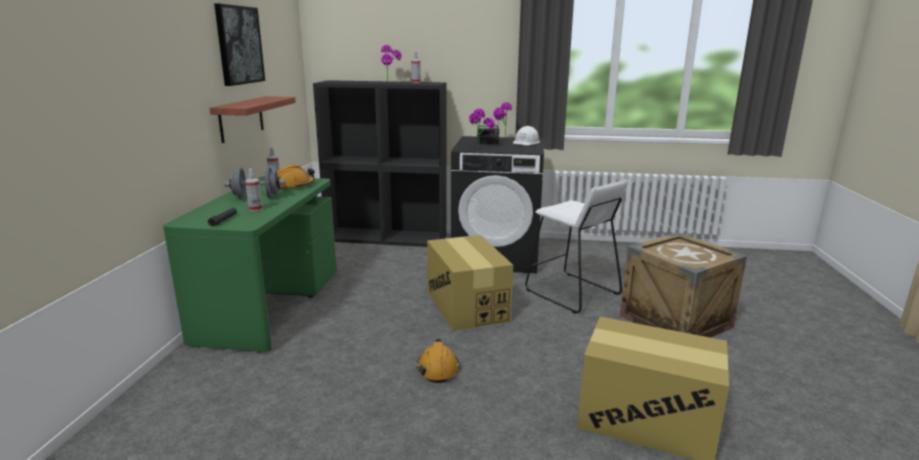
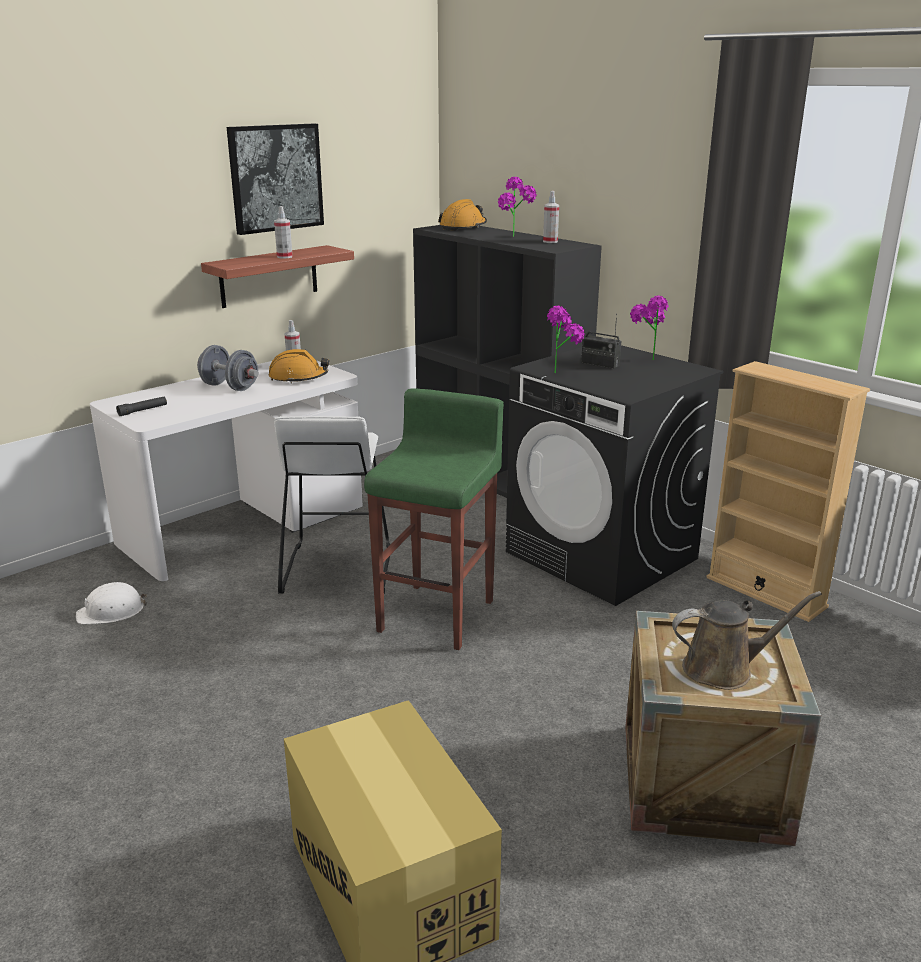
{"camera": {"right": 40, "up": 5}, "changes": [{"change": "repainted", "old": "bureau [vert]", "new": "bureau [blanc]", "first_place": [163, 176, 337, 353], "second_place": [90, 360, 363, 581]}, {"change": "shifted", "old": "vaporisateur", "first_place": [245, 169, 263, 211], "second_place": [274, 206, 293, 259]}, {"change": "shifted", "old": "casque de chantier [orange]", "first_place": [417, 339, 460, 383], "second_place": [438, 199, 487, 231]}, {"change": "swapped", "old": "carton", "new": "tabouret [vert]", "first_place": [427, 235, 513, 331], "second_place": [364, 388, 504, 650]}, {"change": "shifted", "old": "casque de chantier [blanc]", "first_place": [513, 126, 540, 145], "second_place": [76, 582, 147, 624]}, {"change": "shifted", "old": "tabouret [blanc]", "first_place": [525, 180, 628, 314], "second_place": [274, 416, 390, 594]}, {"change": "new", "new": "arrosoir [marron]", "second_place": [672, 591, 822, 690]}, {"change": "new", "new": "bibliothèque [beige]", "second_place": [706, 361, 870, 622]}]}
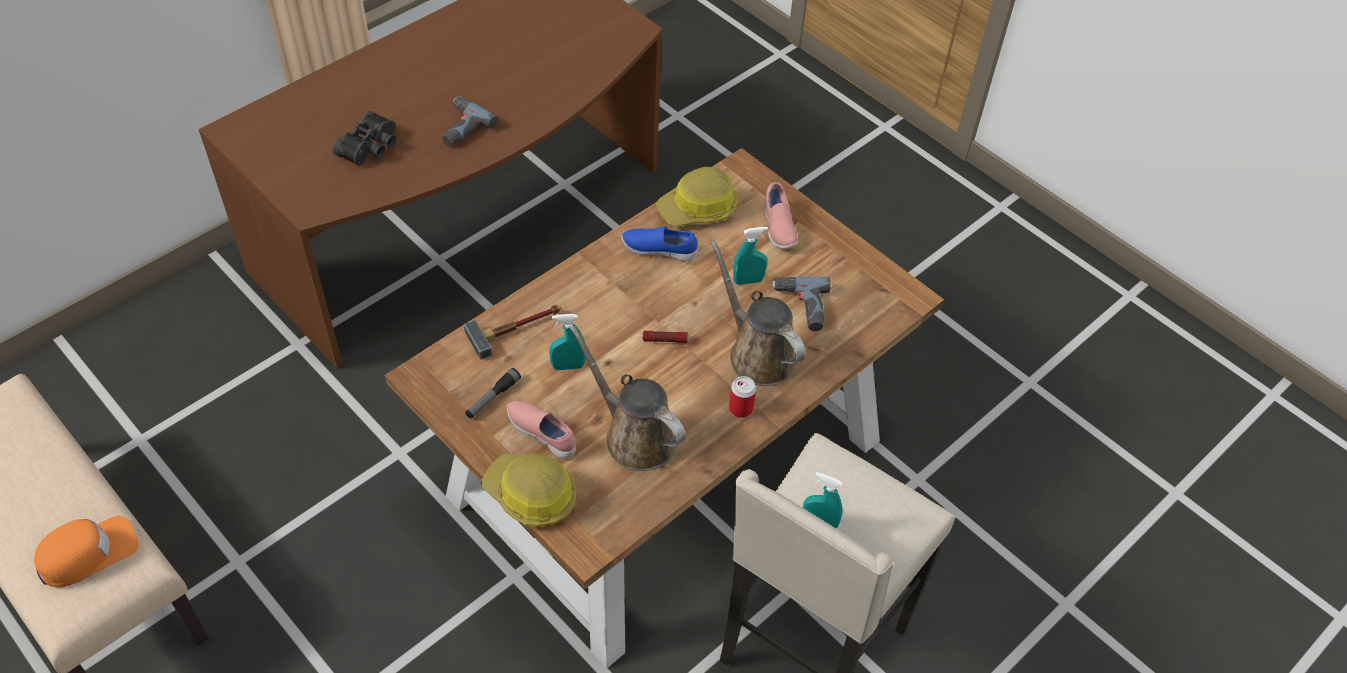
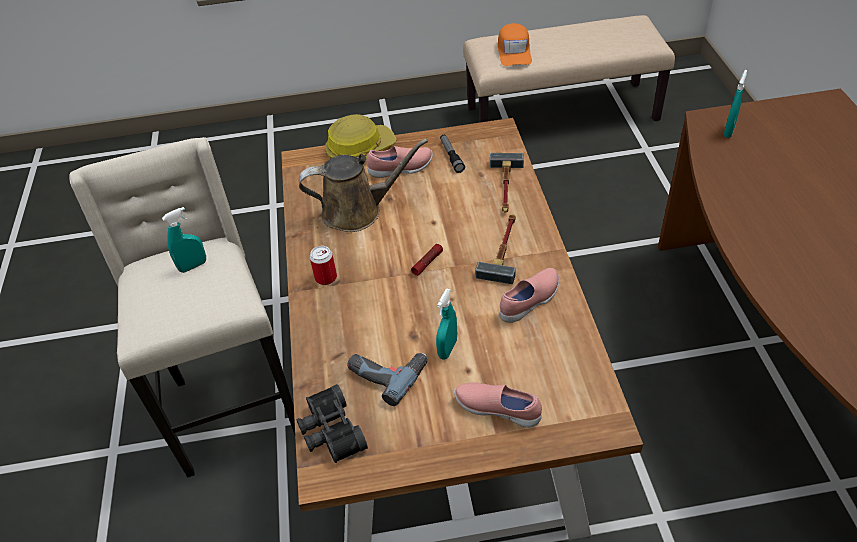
{"camera": {"right": 130, "up": -5}, "changes": [{"change": "shifted", "old": "jumelles [noir]", "first_place": [333, 111, 396, 165], "second_place": [297, 384, 368, 463]}, {"change": "gone", "old": "perceuse", "first_place": [442, 96, 498, 147]}, {"change": "shifted", "old": "vaporisateur [turquoise]", "first_place": [549, 314, 585, 370], "second_place": [723, 70, 747, 138]}, {"change": "repainted", "old": "chaussure [bleu]", "new": "chaussure [rose]", "first_place": [621, 227, 698, 261], "second_place": [500, 268, 559, 323]}, {"change": "gone", "old": "casque de chantier", "first_place": [656, 167, 738, 226]}, {"change": "gone", "old": "arrosoir [marron]", "first_place": [711, 240, 806, 386]}, {"change": "new", "new": "marteau", "second_place": [475, 214, 516, 284]}]}
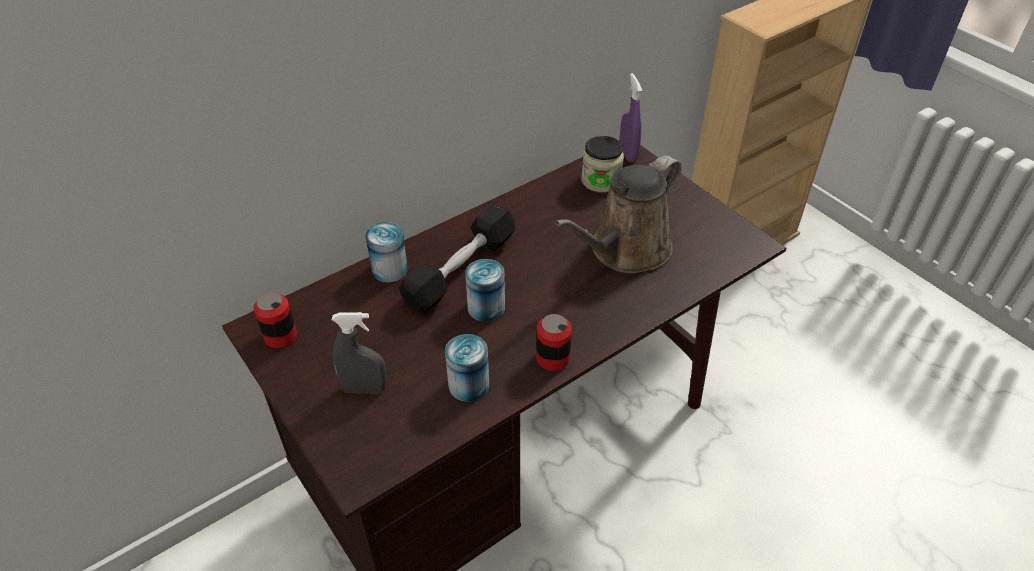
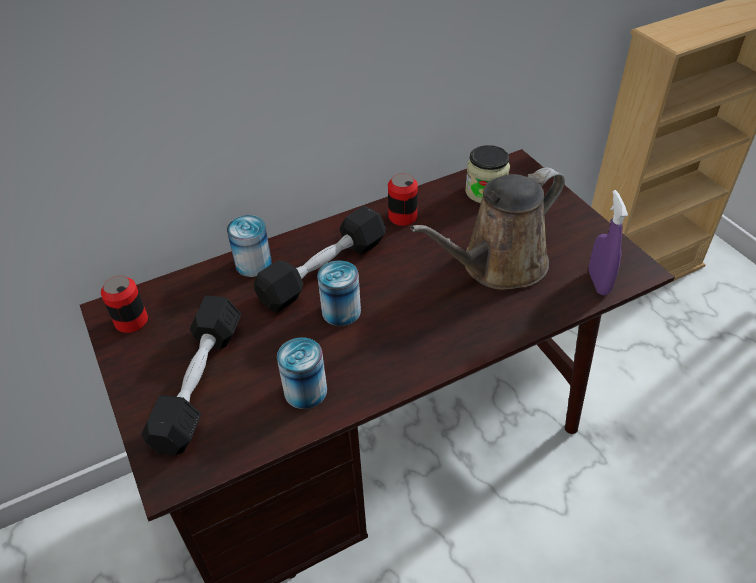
{"camera": {"right": 10, "up": 0}, "changes": [{"change": "swapped", "old": "vaporisateur [gris]", "new": "haltère [noir]", "first_place": [332, 312, 387, 393], "second_place": [142, 295, 241, 456]}, {"change": "shifted", "old": "boîte métallique", "first_place": [536, 314, 572, 371], "second_place": [388, 174, 418, 226]}, {"change": "shifted", "old": "vaporisateur [violet]", "first_place": [619, 73, 642, 163], "second_place": [589, 190, 628, 295]}]}
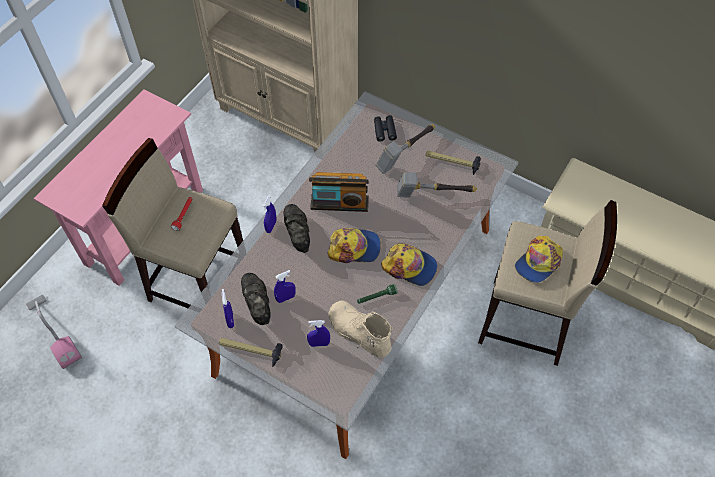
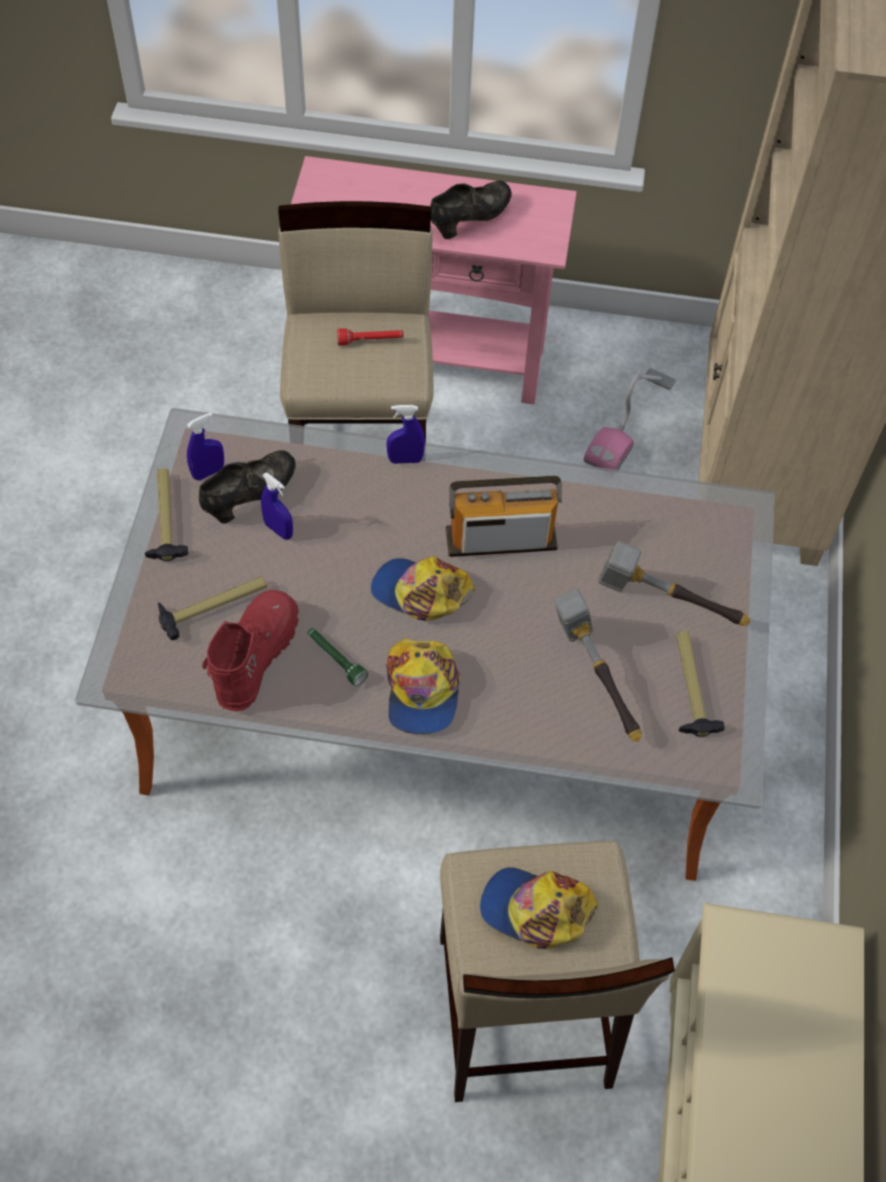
{"camera": {"right": 65, "up": 0}, "changes": [{"change": "shifted", "old": "aspirateur", "first_place": [26, 295, 82, 369], "second_place": [584, 368, 676, 470]}, {"change": "shifted", "old": "chaussure [noir]", "first_place": [284, 204, 310, 253], "second_place": [430, 181, 512, 239]}, {"change": "swapped", "old": "vaporisateur [bleu]", "new": "marteau", "first_place": [307, 320, 330, 347], "second_place": [158, 576, 267, 640]}, {"change": "rotated", "old": "radio", "first_place": [309, 172, 369, 212], "second_place": [446, 476, 562, 557], "degrees": 105}, {"change": "rotated", "old": "casquette", "first_place": [327, 228, 381, 263], "second_place": [371, 557, 475, 621], "degrees": 135}, {"change": "repainted", "old": "botte [beige]", "new": "botte [rouge]", "first_place": [329, 301, 392, 358], "second_place": [202, 590, 299, 711]}, {"change": "gone", "old": "jumelles [noir]", "first_place": [374, 115, 397, 142]}]}
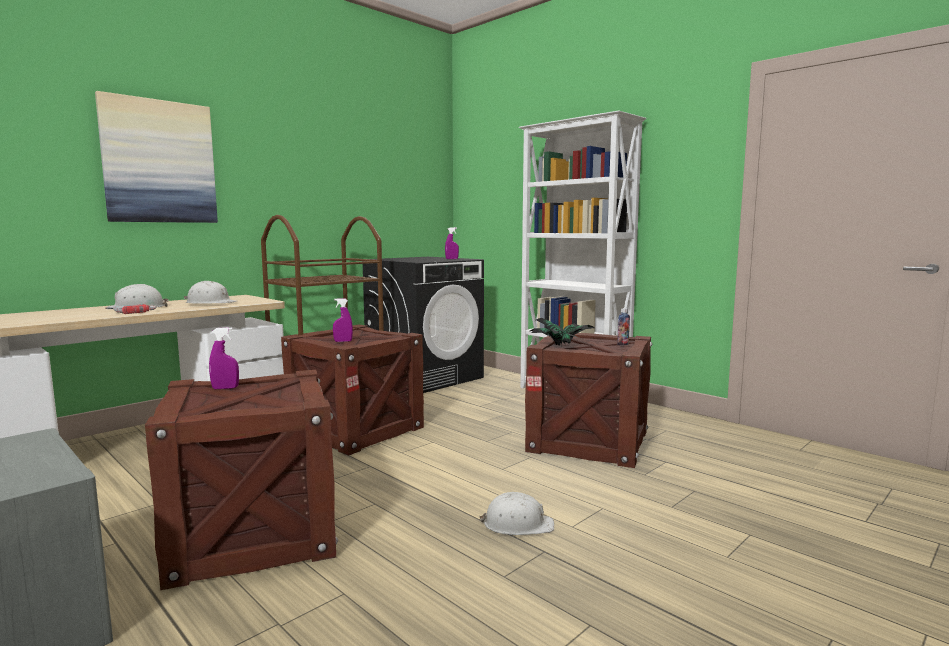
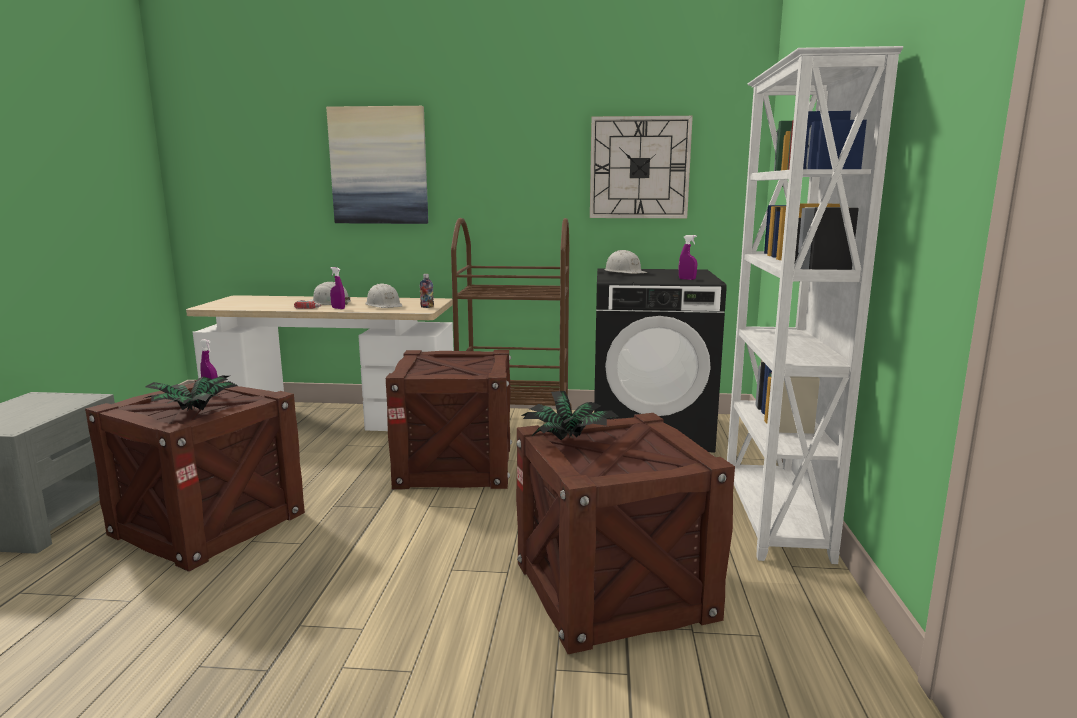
{"camera": {"right": 50, "up": 5}, "changes": [{"change": "shifted", "old": "vaporisateur [violet]", "first_place": [333, 298, 353, 342], "second_place": [330, 267, 345, 309]}, {"change": "shifted", "old": "casque de chantier [blanc]", "first_place": [480, 492, 554, 535], "second_place": [604, 250, 647, 274]}, {"change": "shifted", "old": "bouteille", "first_place": [617, 308, 630, 345], "second_place": [420, 274, 434, 308]}, {"change": "new", "new": "plante en pot", "second_place": [145, 376, 238, 410]}, {"change": "new", "new": "horloge murale", "second_place": [590, 116, 693, 218]}]}
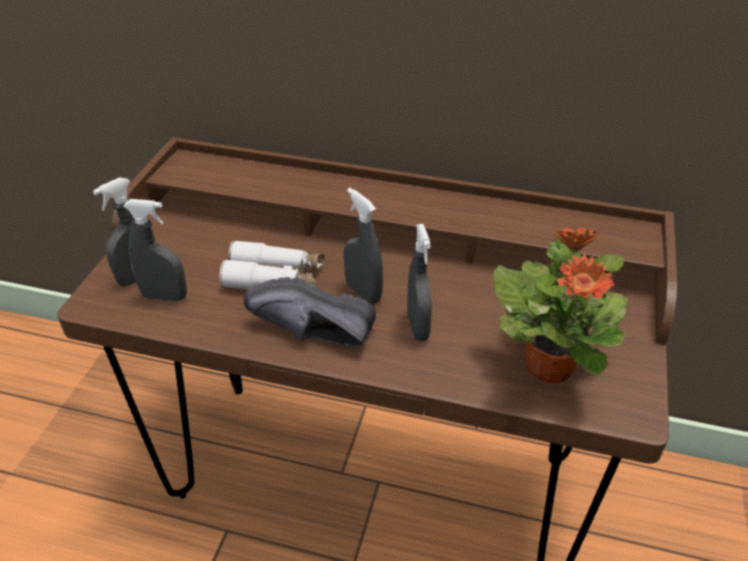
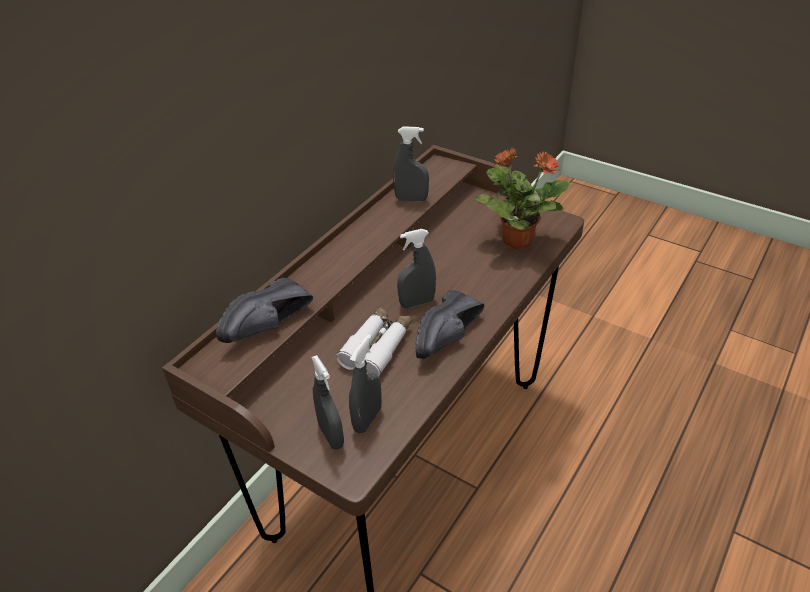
{"camera": {"right": -70, "up": 0}, "changes": [{"change": "shifted", "old": "vaporisateur [gris]", "first_place": [407, 224, 432, 341], "second_place": [393, 126, 429, 202]}, {"change": "new", "new": "chaussure [noir]", "second_place": [216, 278, 313, 343]}]}
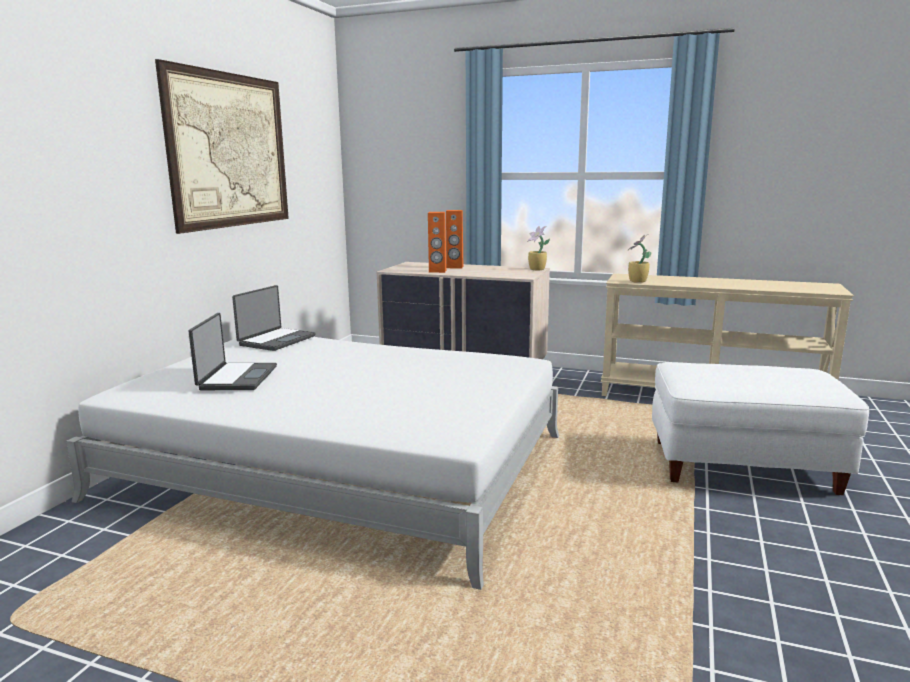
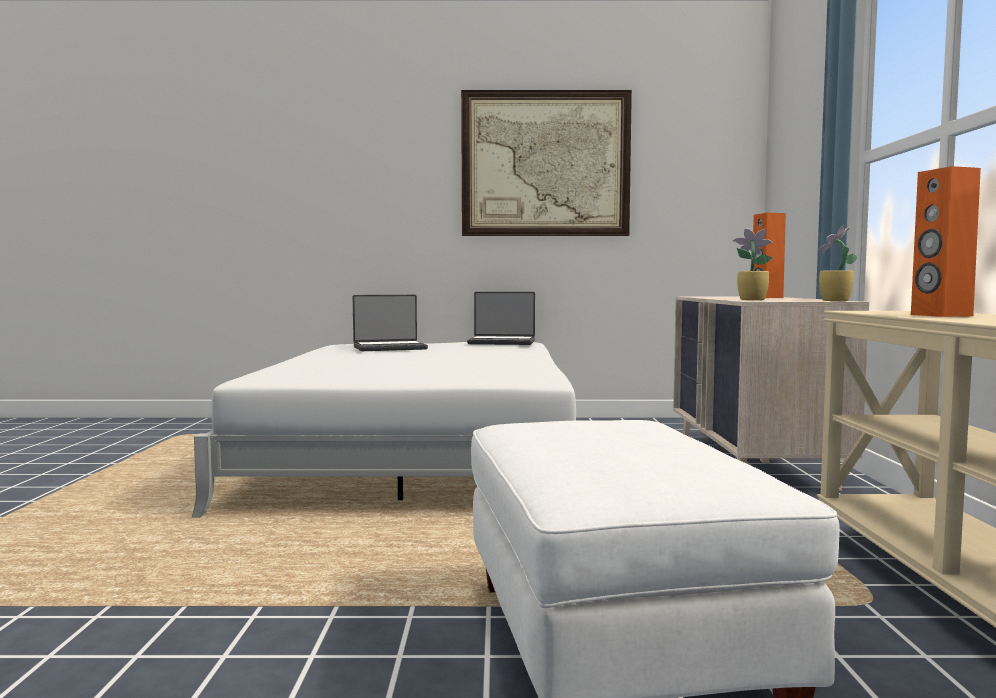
{"camera": {"right": 70, "up": -10}, "changes": [{"change": "shifted", "old": "enceinte [orange]", "first_place": [428, 212, 447, 273], "second_place": [911, 166, 981, 317]}, {"change": "shifted", "old": "plante en pot", "first_place": [628, 234, 651, 283], "second_place": [732, 228, 773, 300]}]}
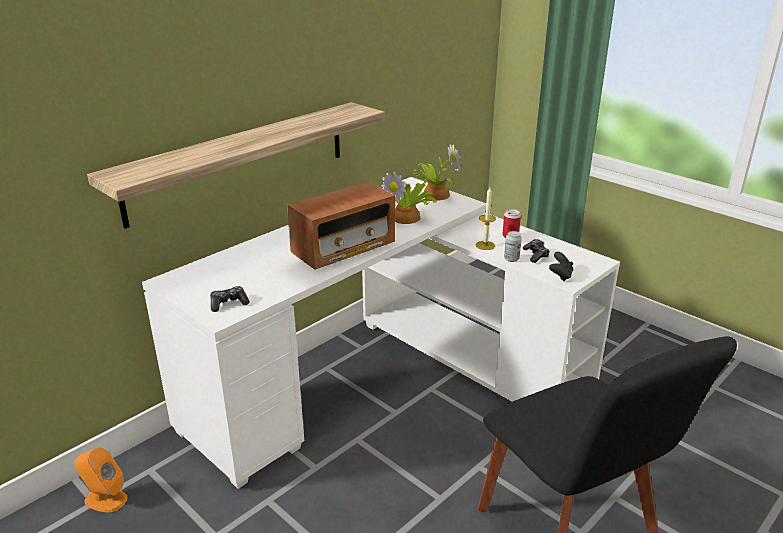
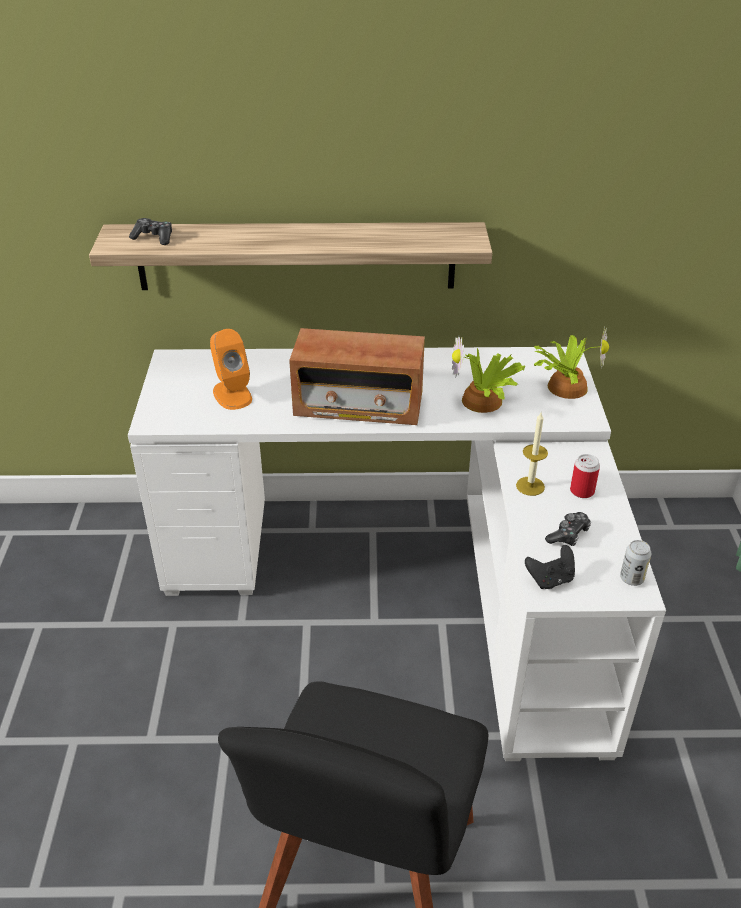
{"camera": {"right": 45, "up": 10}, "changes": [{"change": "shifted", "old": "enceinte [orange]", "first_place": [75, 448, 128, 512], "second_place": [210, 329, 252, 410]}, {"change": "shifted", "old": "manette", "first_place": [210, 286, 250, 312], "second_place": [129, 218, 172, 245]}, {"change": "shifted", "old": "boîte métallique", "first_place": [504, 231, 522, 262], "second_place": [620, 540, 652, 586]}]}
